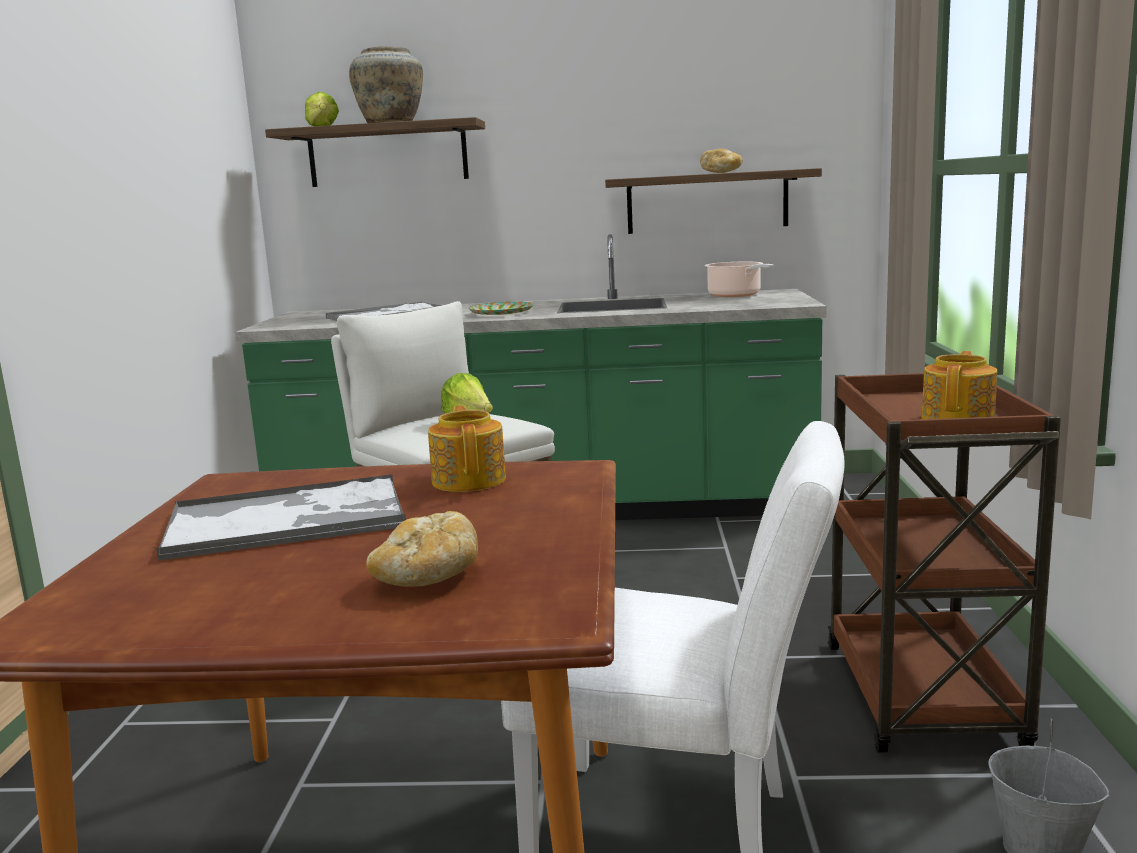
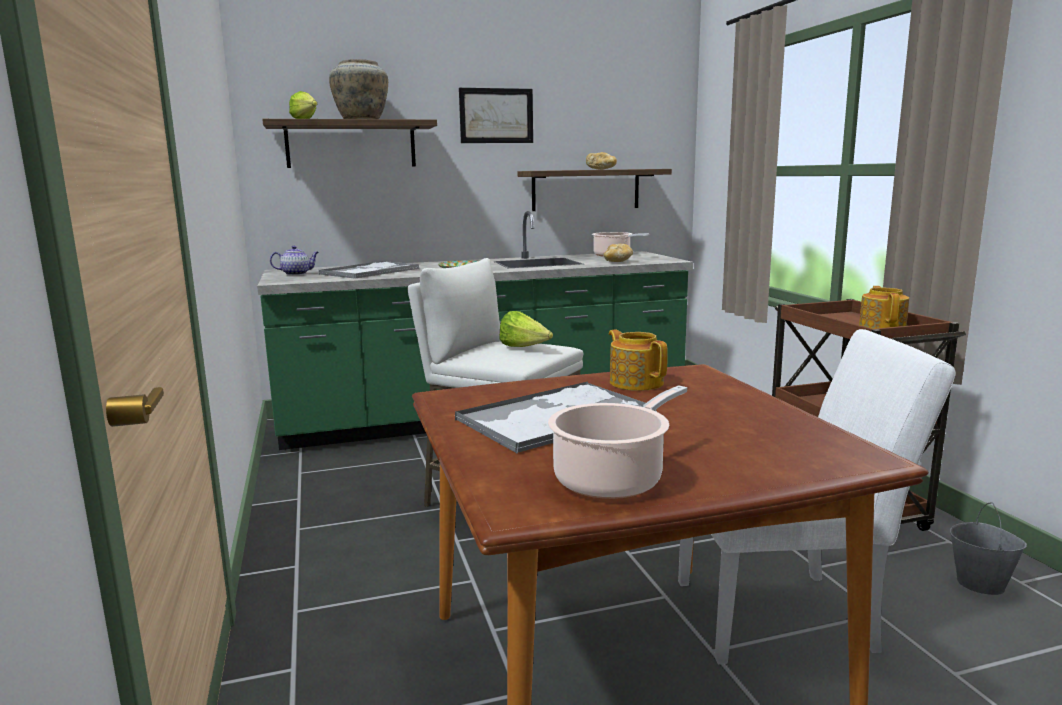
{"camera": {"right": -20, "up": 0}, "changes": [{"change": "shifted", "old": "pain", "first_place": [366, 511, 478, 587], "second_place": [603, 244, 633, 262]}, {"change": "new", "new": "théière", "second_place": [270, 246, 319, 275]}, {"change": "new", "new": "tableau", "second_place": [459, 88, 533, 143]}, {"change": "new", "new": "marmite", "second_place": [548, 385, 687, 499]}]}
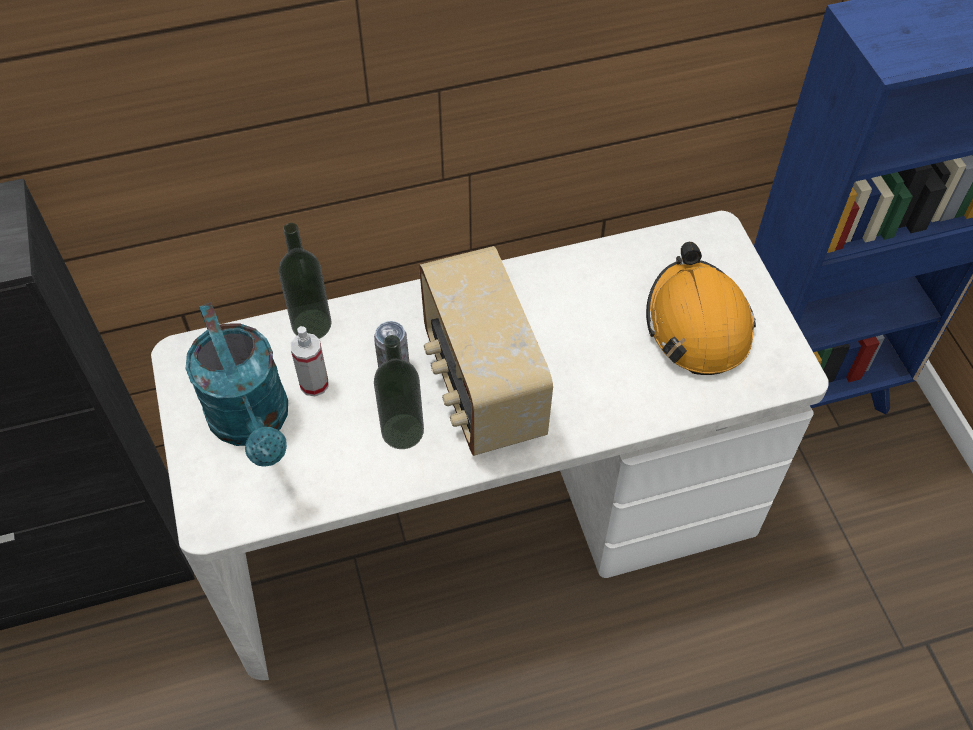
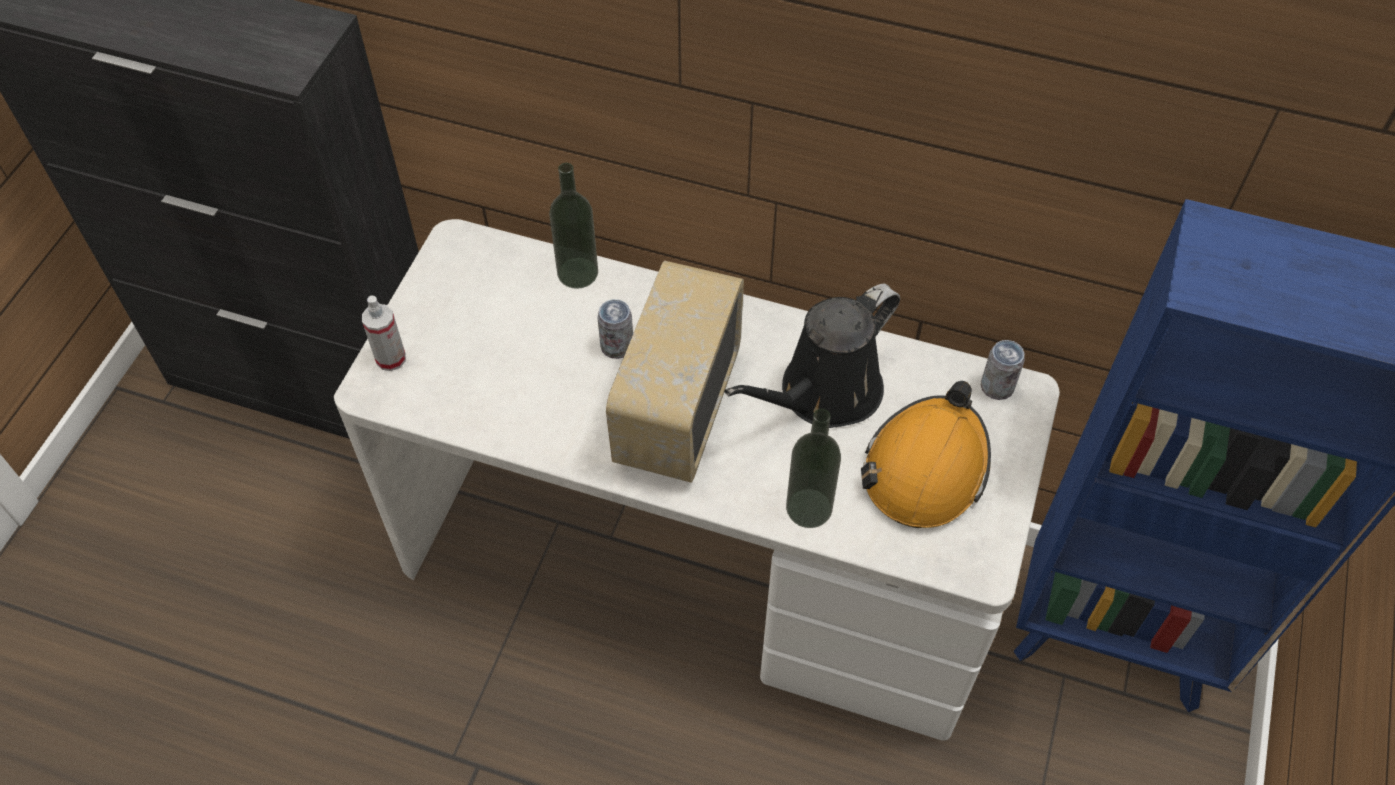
{"camera": {"right": 35, "up": 0}, "changes": [{"change": "gone", "old": "arrosoir [turquoise]", "first_place": [185, 302, 288, 467]}, {"change": "shifted", "old": "vaporisateur", "first_place": [291, 326, 329, 396], "second_place": [362, 295, 406, 371]}, {"change": "shifted", "old": "bouteille", "first_place": [374, 335, 424, 449], "second_place": [786, 409, 841, 528]}, {"change": "new", "new": "arrosoir [noir]", "second_place": [725, 284, 900, 428]}, {"change": "new", "new": "boîte métallique", "second_place": [981, 340, 1025, 400]}]}
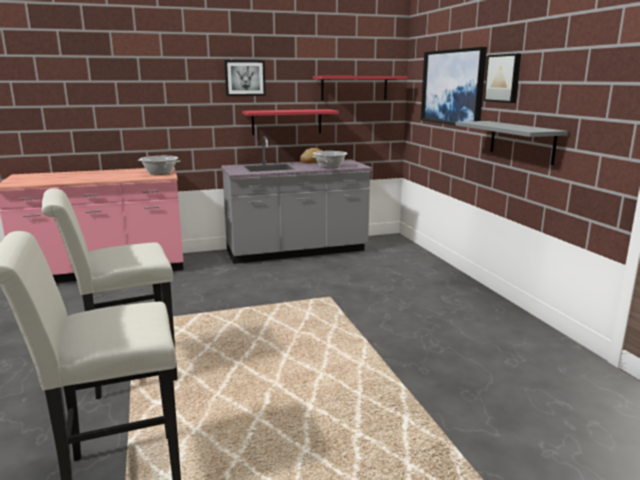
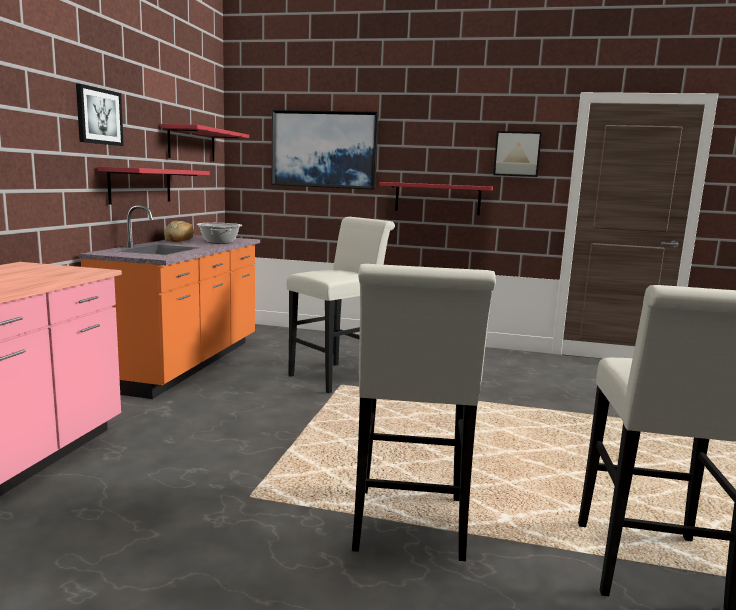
{"camera": {"right": -60, "up": -5}, "changes": [{"change": "gone", "old": "marmite", "first_place": [138, 156, 180, 175]}, {"change": "repainted", "old": "comptoir de cuisine [gris]", "new": "comptoir de cuisine [orange]", "first_place": [221, 136, 373, 264], "second_place": [79, 205, 260, 399]}, {"change": "repainted", "old": "étagère [gris]", "new": "étagère [rouge]", "first_place": [455, 121, 568, 165], "second_place": [379, 182, 493, 215]}, {"change": "shifted", "old": "tableau", "first_place": [484, 54, 521, 103], "second_place": [493, 131, 542, 177]}, {"change": "new", "new": "tabouret [blanc]", "second_place": [286, 217, 395, 393]}]}
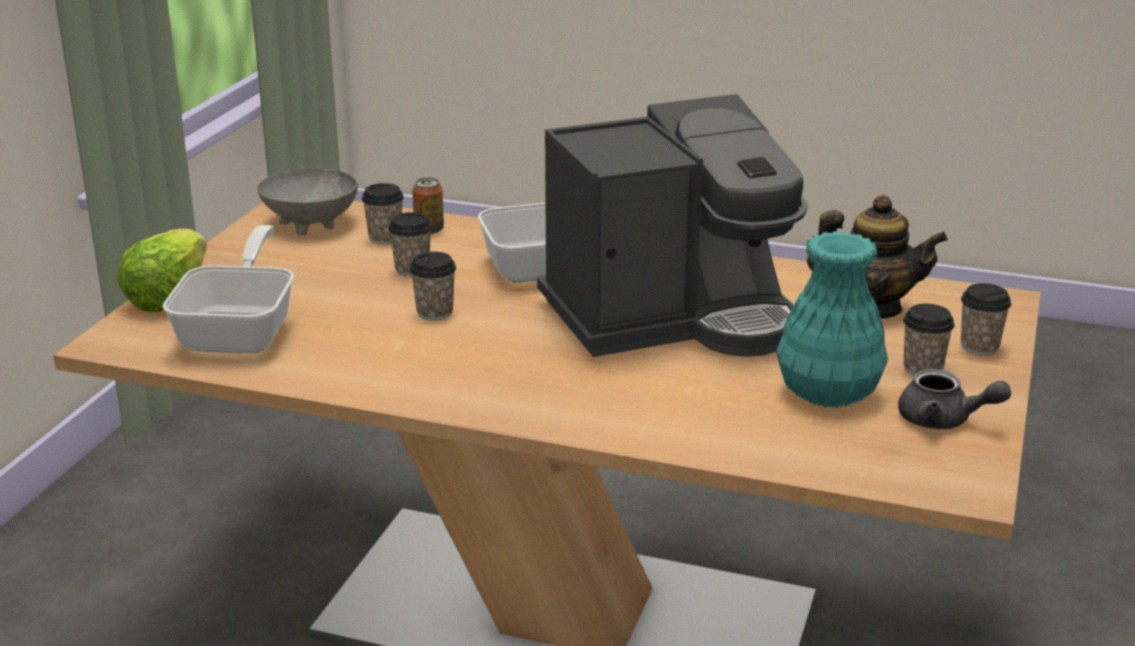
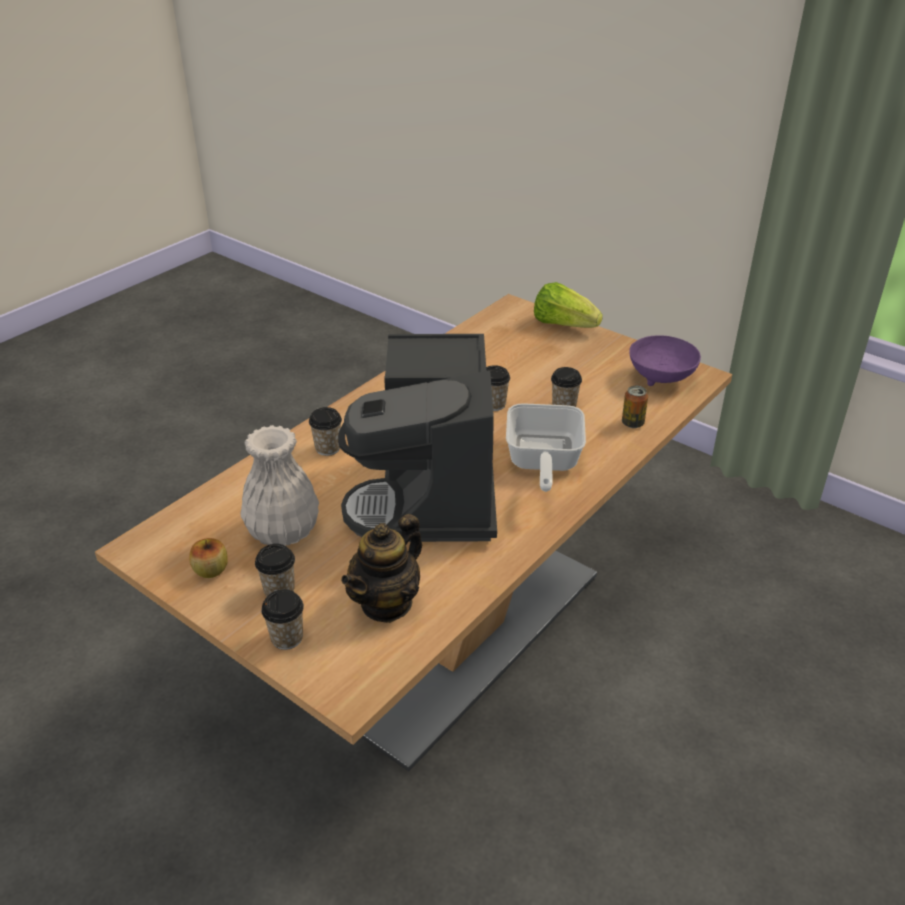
{"camera": {"right": 110, "up": 10}, "changes": [{"change": "gone", "old": "poêle", "first_place": [163, 225, 294, 353]}, {"change": "repainted", "old": "bol [gris]", "new": "bol [violet]", "first_place": [257, 168, 358, 235], "second_place": [629, 336, 701, 386]}, {"change": "shifted", "old": "tasse", "first_place": [362, 183, 404, 245], "second_place": [309, 407, 342, 456]}, {"change": "repainted", "old": "vase [turquoise]", "new": "vase [blanc]", "first_place": [776, 231, 888, 408], "second_place": [240, 425, 319, 546]}, {"change": "swapped", "old": "théière [gris]", "new": "pomme", "first_place": [898, 369, 1011, 429], "second_place": [189, 538, 228, 578]}]}
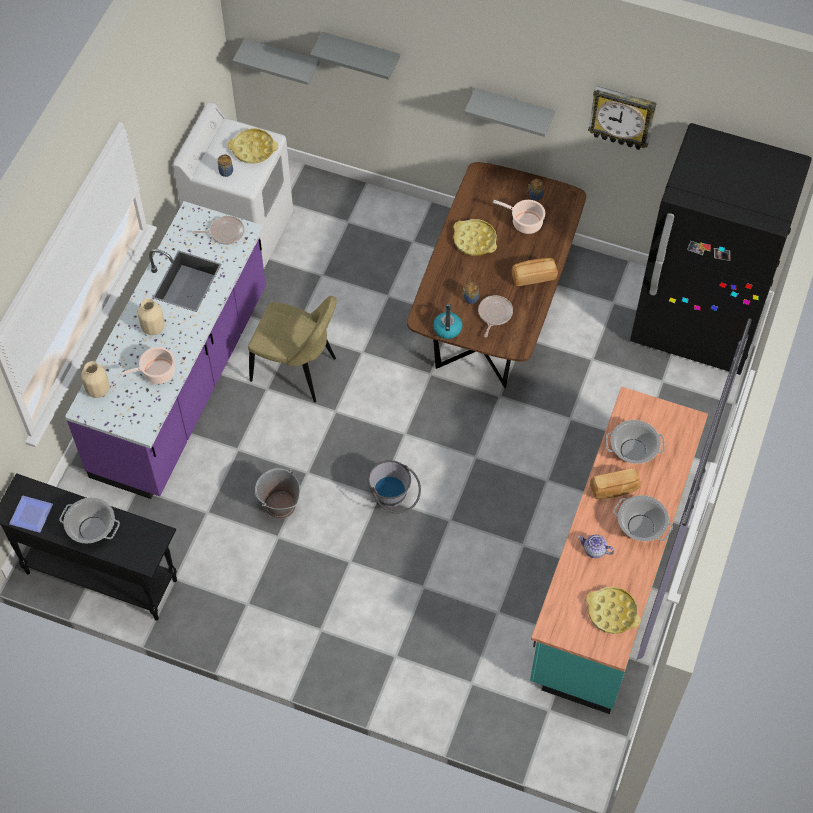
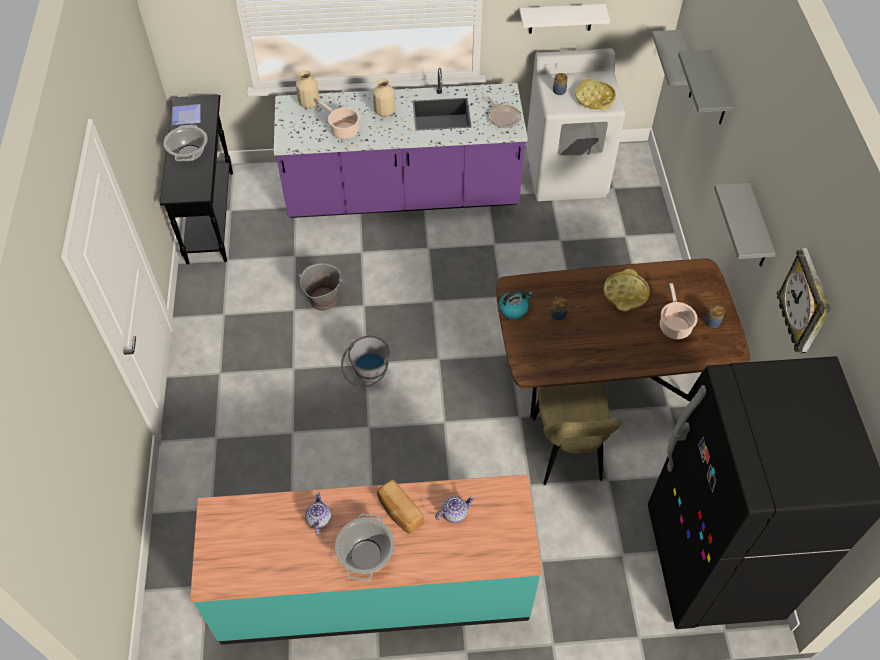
{"camera": {"right": 65, "up": -5}, "changes": [{"change": "shifted", "old": "chaise [beige]", "first_place": [248, 296, 337, 403], "second_place": [533, 382, 621, 485]}, {"change": "gone", "old": "poêle", "first_place": [478, 295, 513, 338]}, {"change": "gone", "old": "pain", "first_place": [512, 258, 558, 286]}, {"change": "gone", "old": "plateau [jaune]", "first_place": [586, 587, 641, 634]}, {"change": "swapped", "old": "marmite", "new": "théière", "first_place": [606, 420, 665, 464], "second_place": [435, 496, 474, 523]}, {"change": "new", "new": "étagère [blanc]", "second_place": [520, 4, 610, 34]}]}
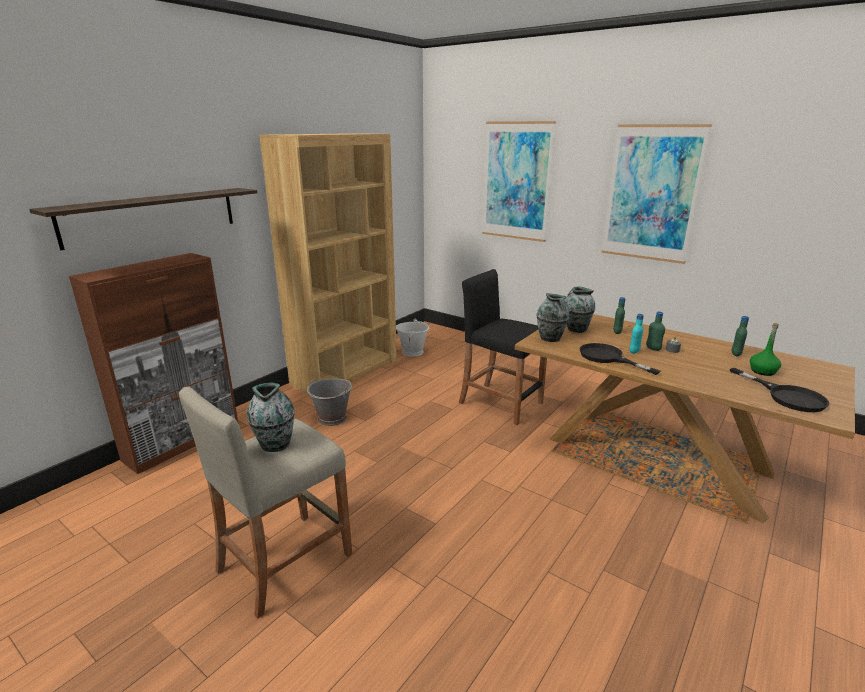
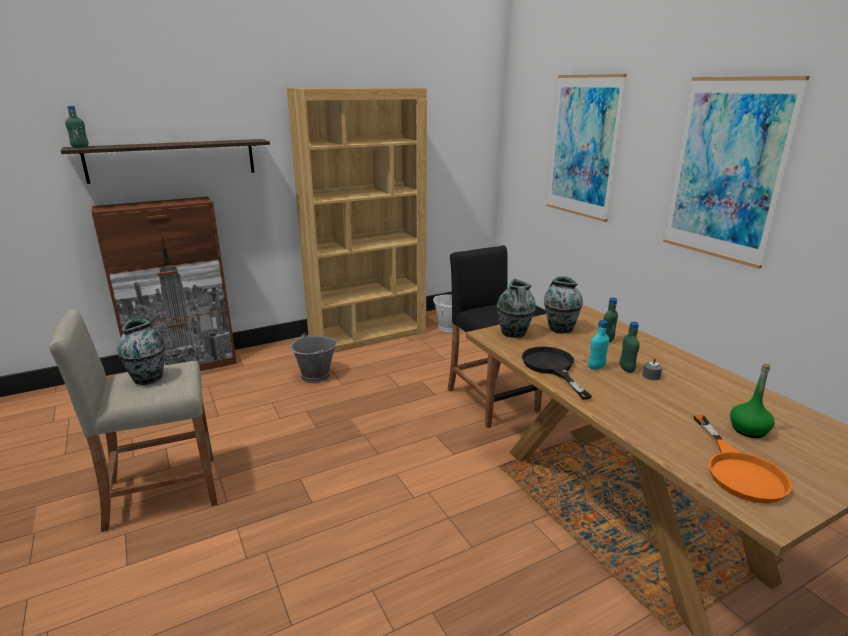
{"camera": {"right": 25, "up": 0}, "changes": [{"change": "repainted", "old": "poêle [noir]", "new": "poêle [orange]", "first_place": [730, 368, 829, 412], "second_place": [694, 415, 792, 504]}, {"change": "shifted", "old": "bouteille [vert]", "first_place": [732, 316, 749, 356], "second_place": [65, 106, 89, 148]}]}
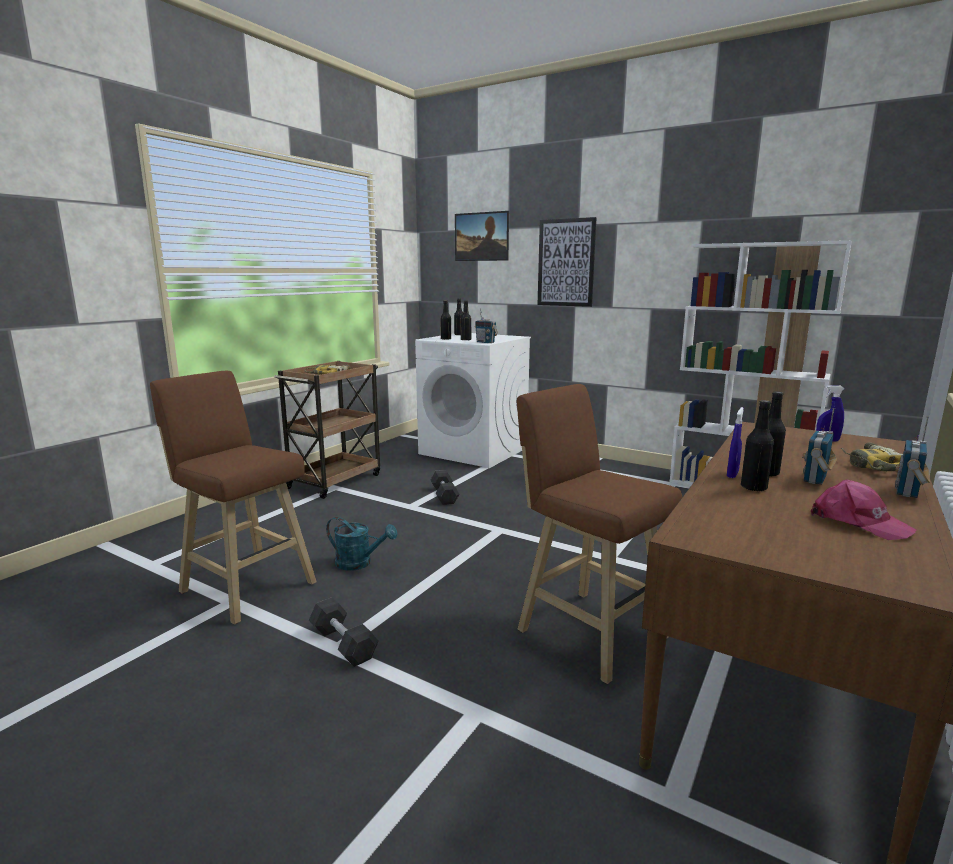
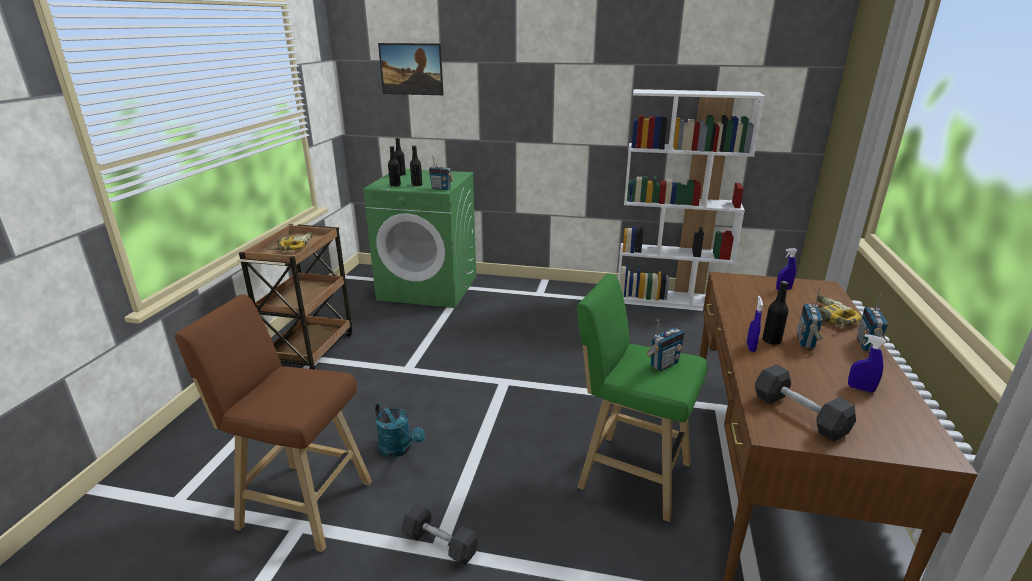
{"camera": {"right": -20, "up": 10}, "changes": [{"change": "rotated", "old": "arrosoir [turquoise]", "first_place": [326, 517, 398, 571], "second_place": [375, 402, 425, 457], "degrees": 45}, {"change": "repainted", "old": "lave-linge [blanc]", "new": "lave-linge [vert]", "first_place": [415, 333, 531, 468], "second_place": [363, 169, 476, 308]}, {"change": "shifted", "old": "haltère [gris]", "first_place": [431, 470, 459, 505], "second_place": [755, 364, 856, 442]}, {"change": "repainted", "old": "tabouret [marron]", "new": "tabouret [vert]", "first_place": [517, 384, 682, 684], "second_place": [577, 274, 708, 522]}, {"change": "gone", "old": "tableau", "first_place": [538, 217, 597, 307]}, {"change": "gone", "old": "bouteille [noir]", "first_place": [741, 400, 774, 492]}, {"change": "swapped", "old": "casquette [rose]", "new": "vaporisateur [bleu]", "first_place": [811, 480, 916, 540], "second_place": [848, 334, 886, 393]}, {"change": "new", "new": "radio", "second_place": [647, 319, 684, 371]}]}
